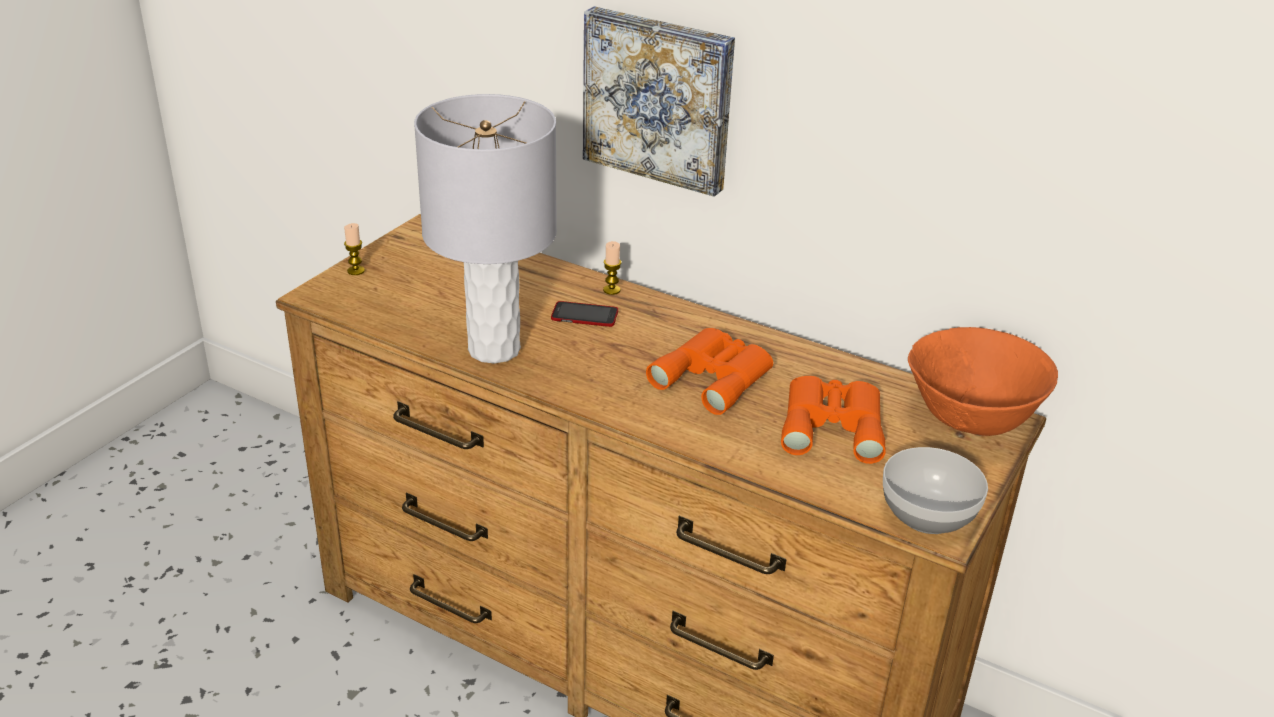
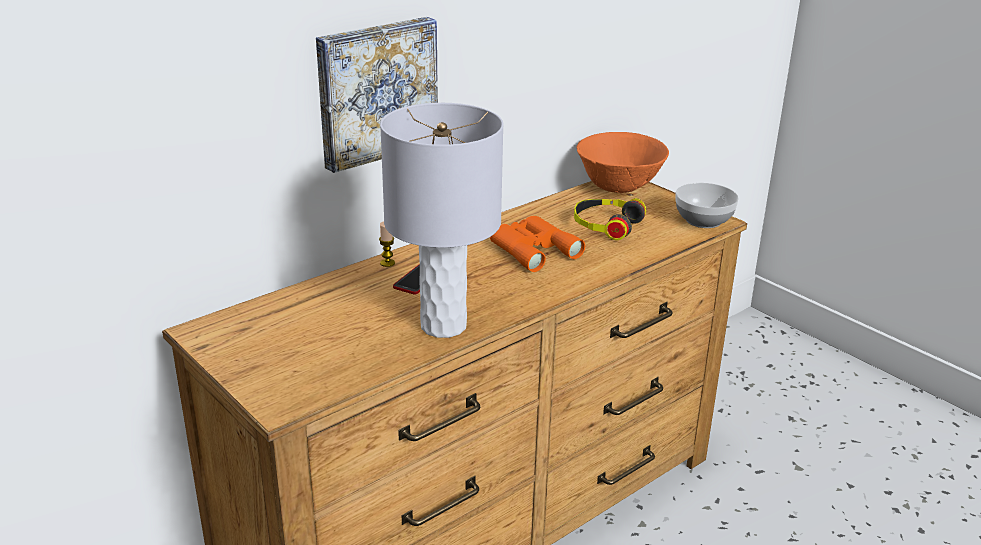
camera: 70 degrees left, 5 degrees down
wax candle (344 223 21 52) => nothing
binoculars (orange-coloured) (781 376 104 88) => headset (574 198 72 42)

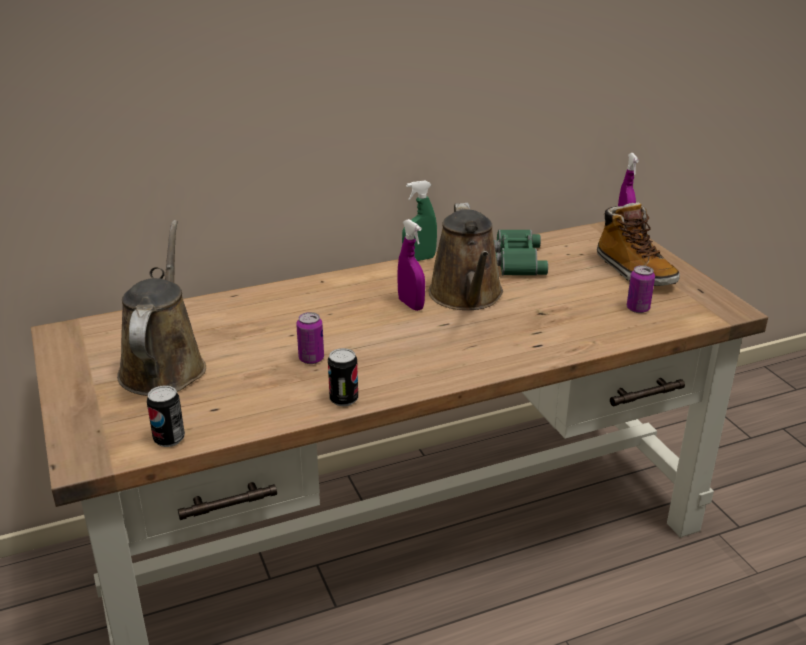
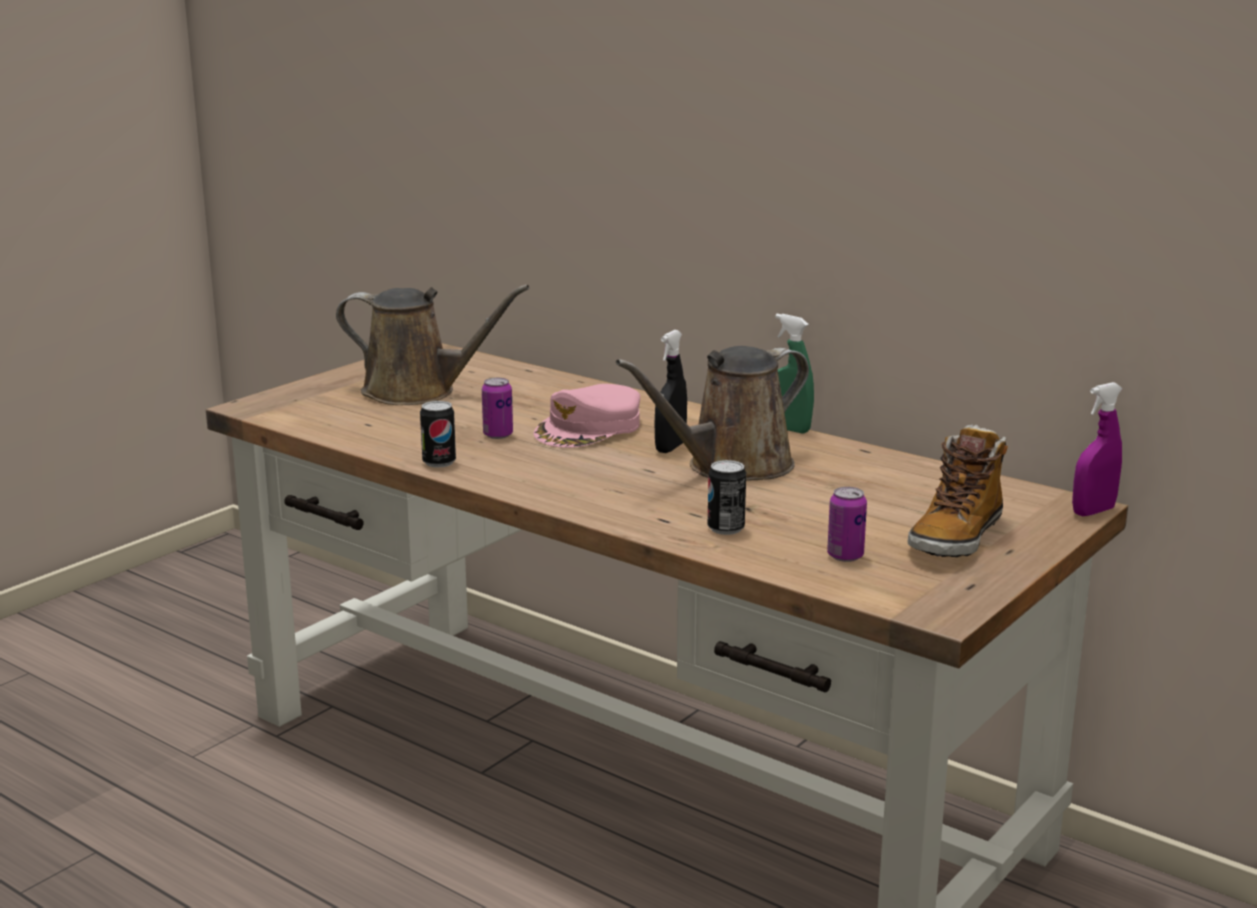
camera: 60 degrees right, 10 degrees down
watering pot (brown) (117 220 89 176) => watering pot (brown) (336 285 193 120), 45 degrees clockwise
metal can (147 385 38 62) => metal can (708 460 38 75), moved
hand sprayer (purplish) (397 219 28 92) => hand sprayer (blackish) (655 330 32 123)
binoculars (greenish) (494 230 54 46) => nothing
nothing => peaked cap (pink) (533 384 107 64)

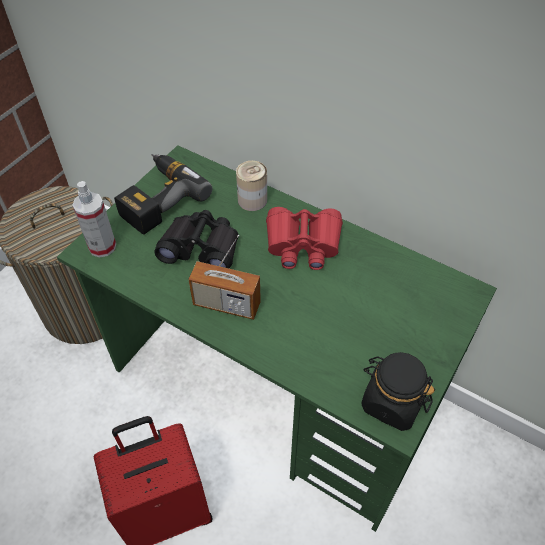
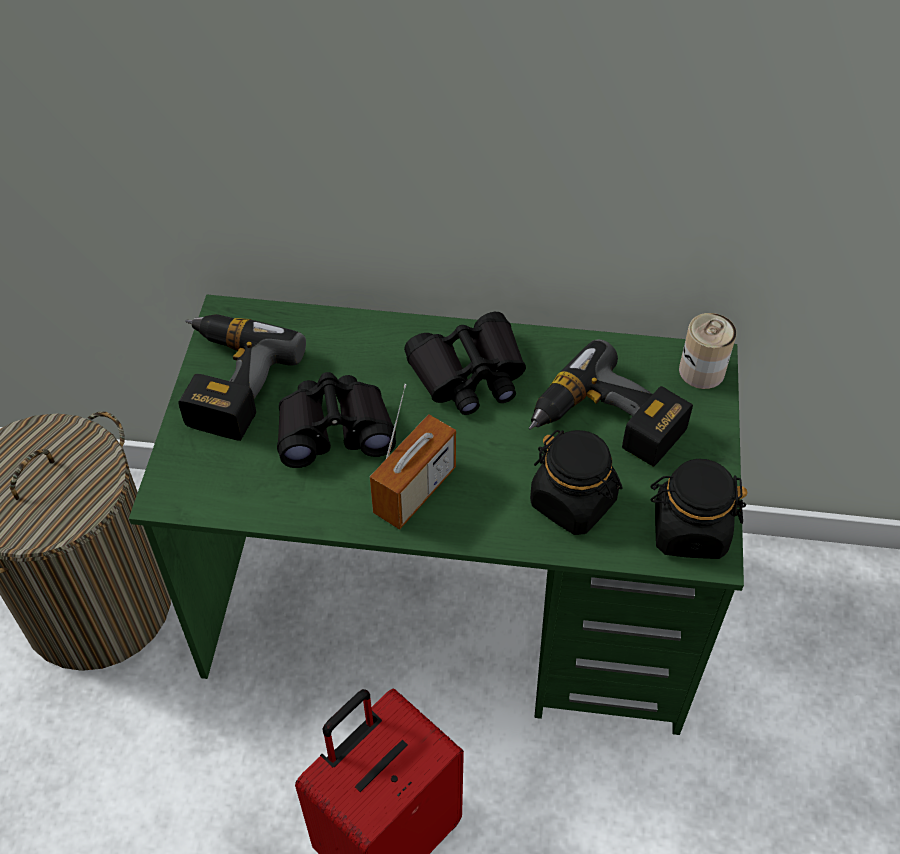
camera: 25 degrees left, 0 degrees up
hand sprayer (72 181 44 77) => nothing
radio set (188 235 73 85) => radio set (370 384 86 146), 45 degrees counterclockwise
metal can (236 161 31 50) => metal can (679 313 57 76), moved
binoculars (red-coloured) (266 207 77 63) => binoculars (blackish) (404 312 122 103)
nothing => electric drill (529 339 164 128)
nothing => storage jar (blackish) (530 430 92 105)

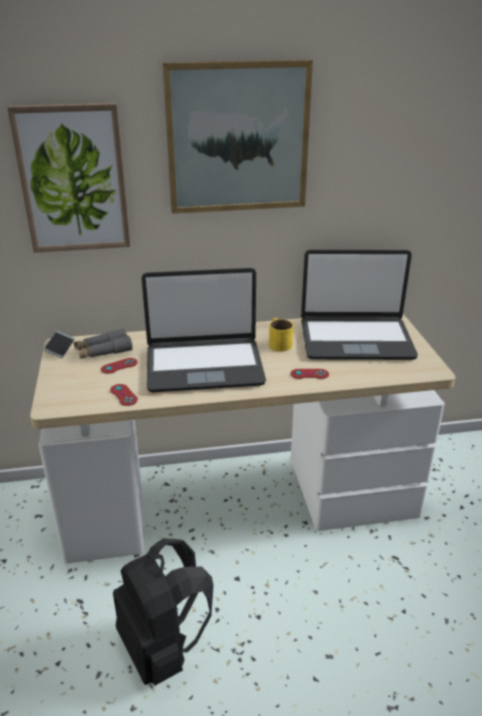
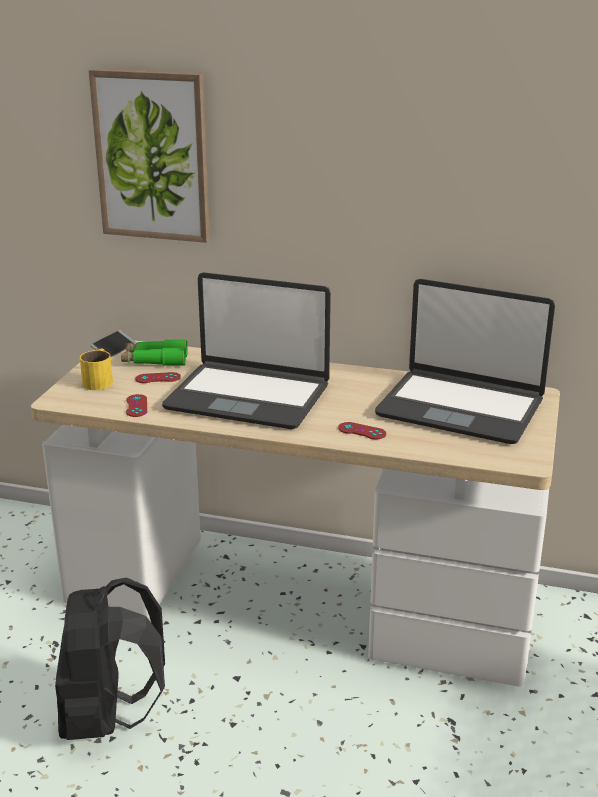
camera: 25 degrees right, 5 degrees down
binoculars (gray) (74 328 59 31) => binoculars (greenish) (121 339 67 27)
wall art (162 59 151 155) => nothing
coffee mug (yellow-coloured) (269 318 24 33) => coffee mug (yellow-coloured) (80 348 33 42), moved

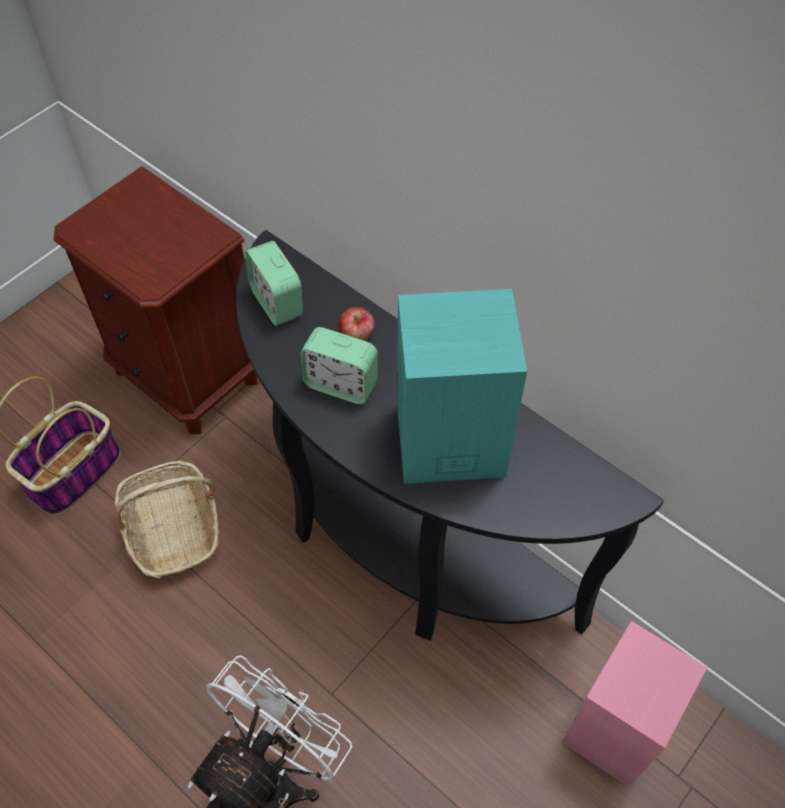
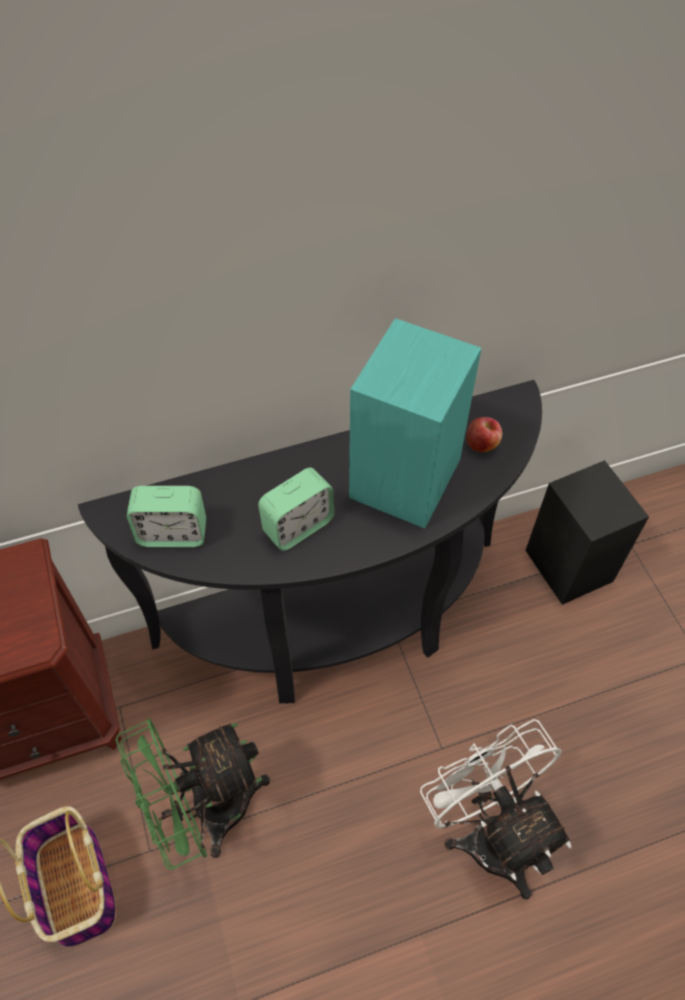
camera: 60 degrees left, 0 degrees up
storage basket (115 461 104 117) => fan (greenish) (116 718 154 152)
whole apple (338 307 37 34) => whole apple (466 417 36 35), moved
audio speaker (pink) (562 621 145 166) => audio speaker (blackish) (525 460 124 145)

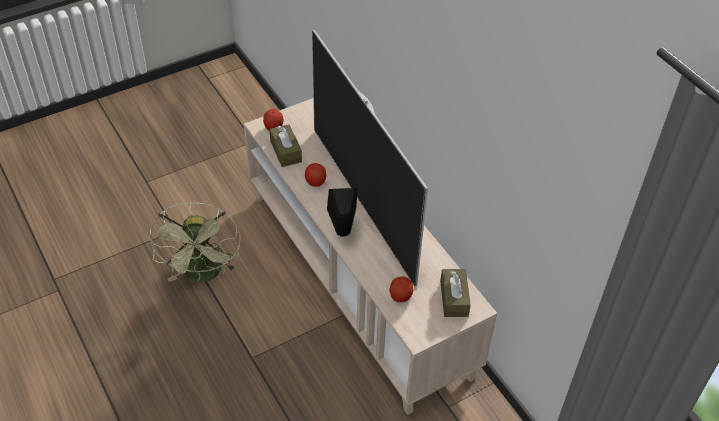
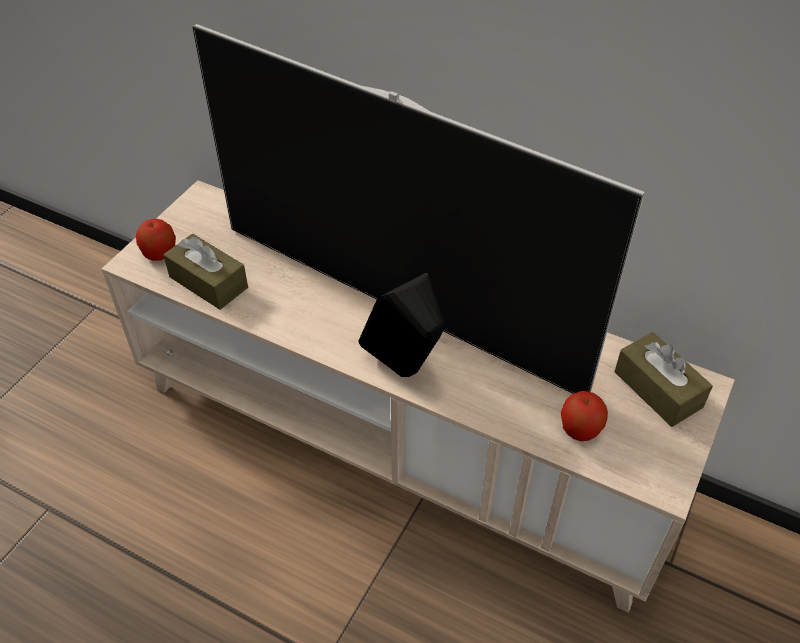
camera: 30 degrees left, 0 degrees up
fan (greenish) (149 202 92 80) => nothing
whole apple (305 163 21 24) => nothing

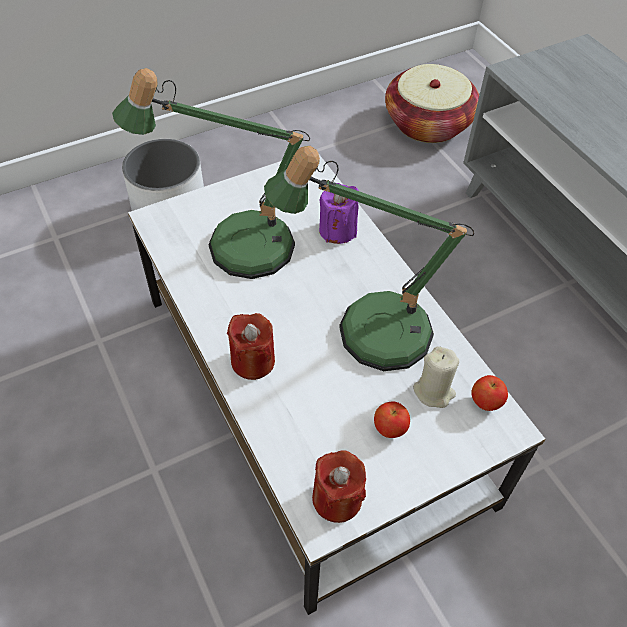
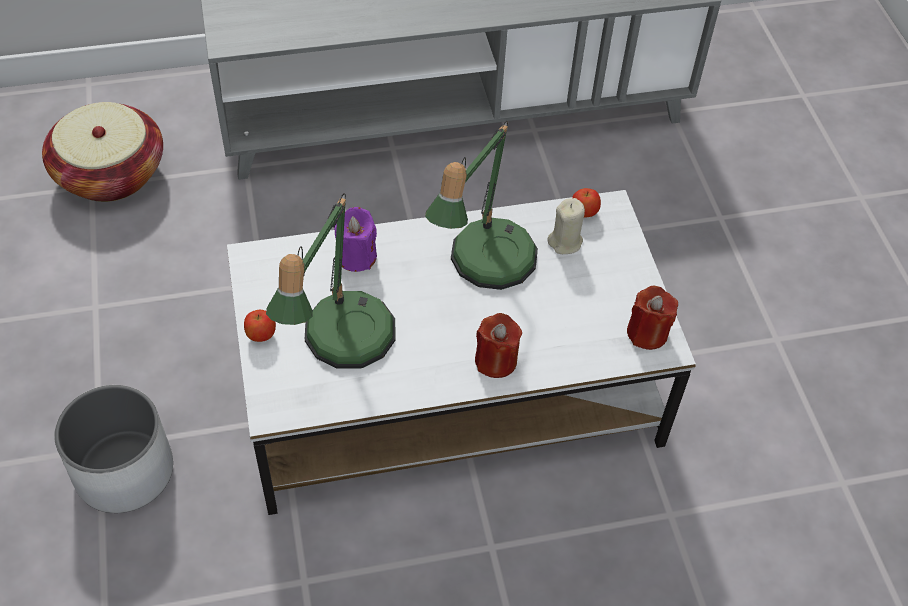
camera: 75 degrees left, 0 degrees up
whole apple (374 401 36 37) => whole apple (244 310 32 32), moved

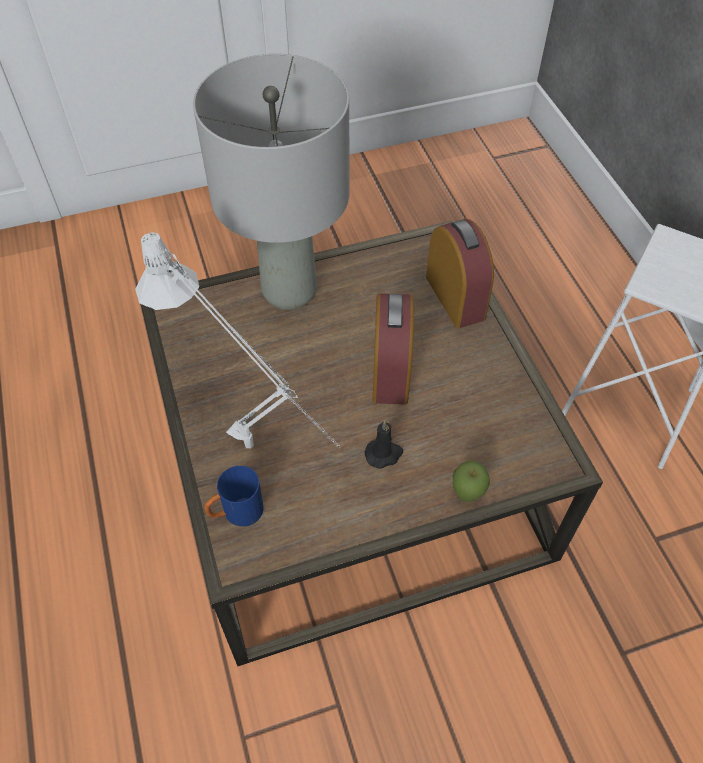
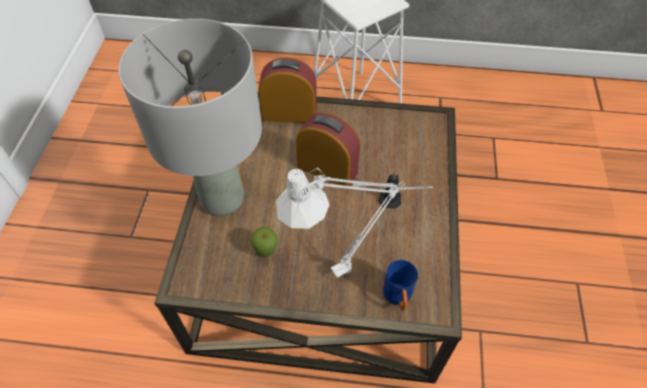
camera: 65 degrees left, 0 degrees up
whole apple (453 461 37 41) => whole apple (251 227 27 30), moved

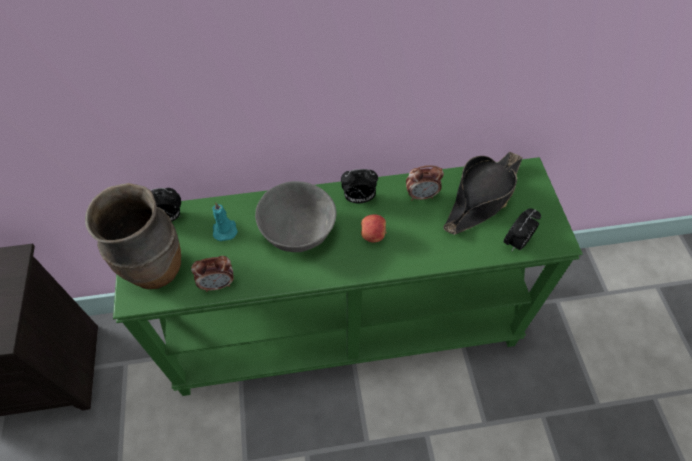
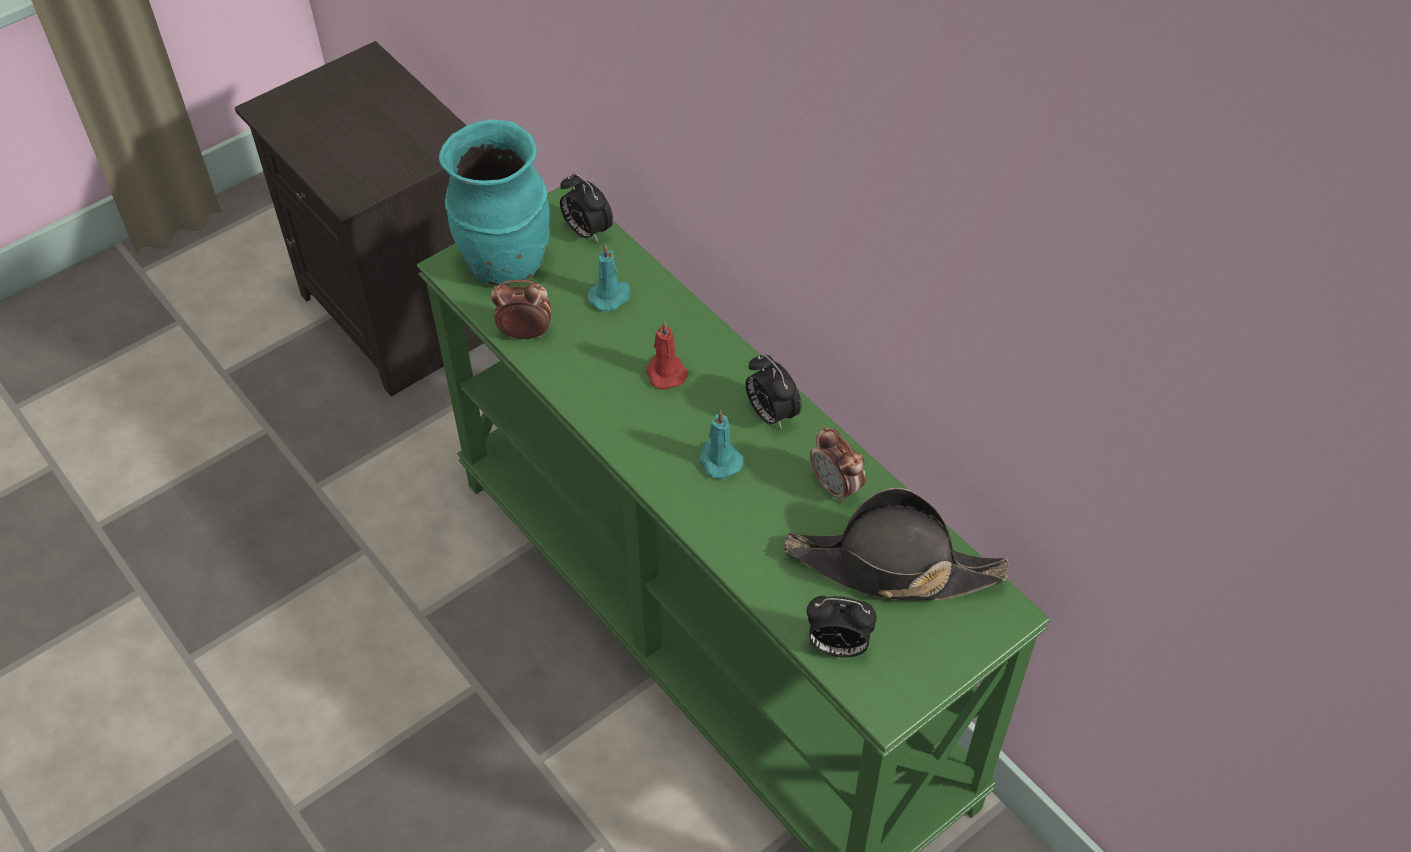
camera: 60 degrees right, 5 degrees down
flower vase (brown) (85 183 96 106) => flower vase (blue-green) (439 119 111 167)
bedside clock (191 256 43 36) => bedside clock (491 280 60 59), 135 degrees clockwise
serving bowl (gray) (255 181 81 71) => wax candle (red-coloured) (646 321 42 69)
whole apple (361 214 26 28) => wax candle (blue-green) (698 410 45 69)

